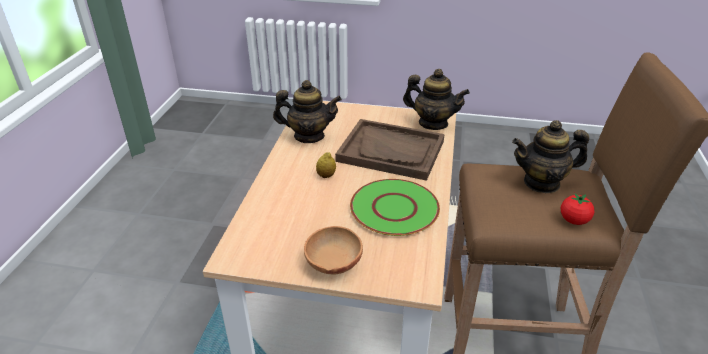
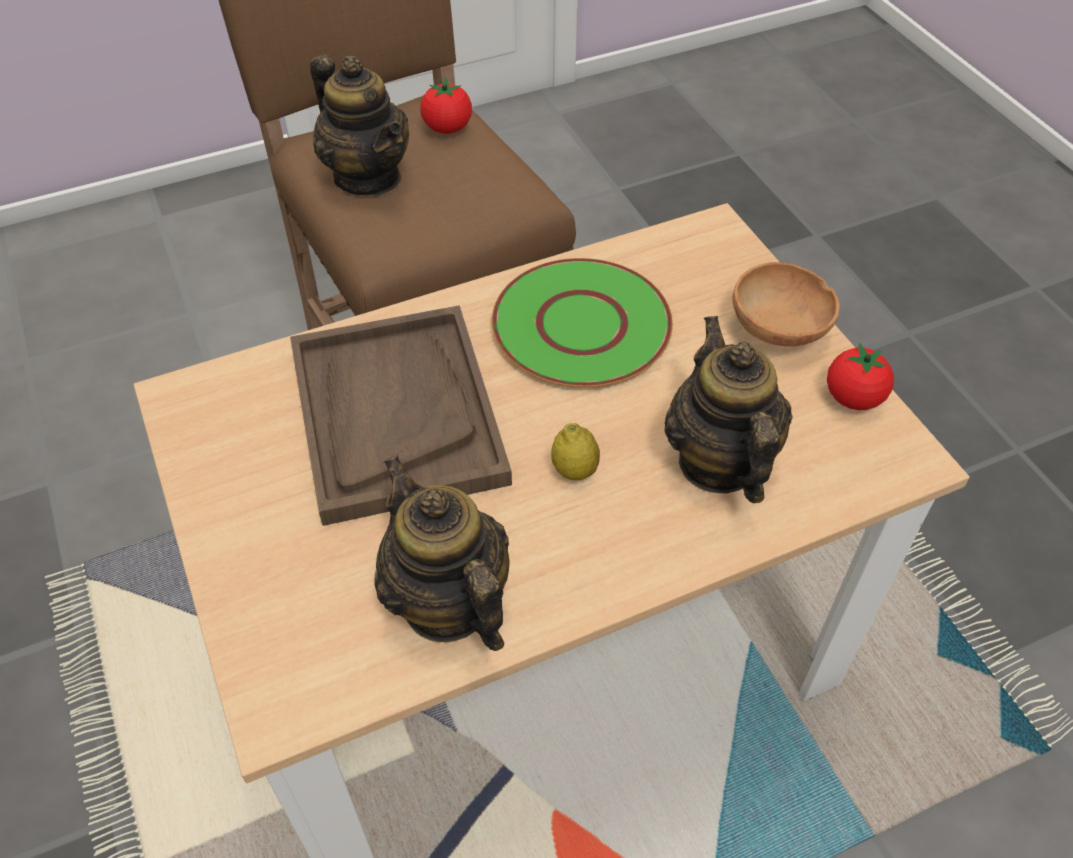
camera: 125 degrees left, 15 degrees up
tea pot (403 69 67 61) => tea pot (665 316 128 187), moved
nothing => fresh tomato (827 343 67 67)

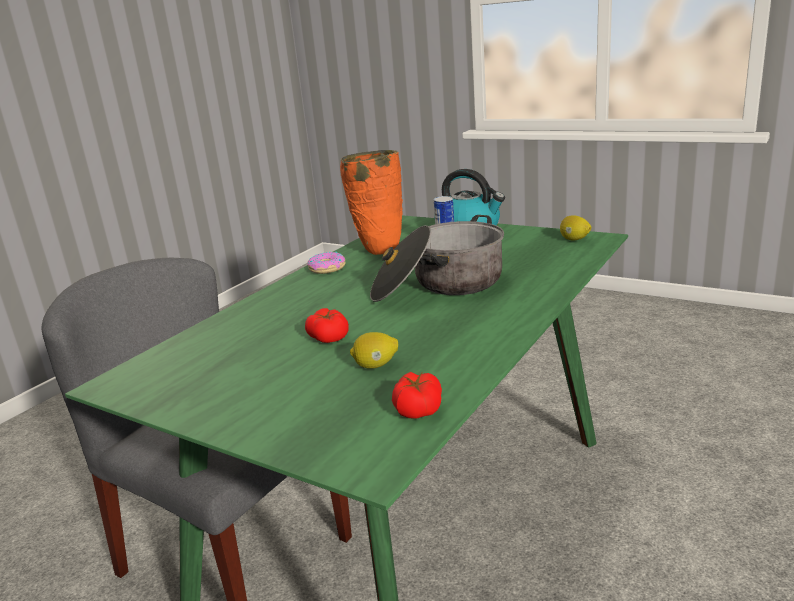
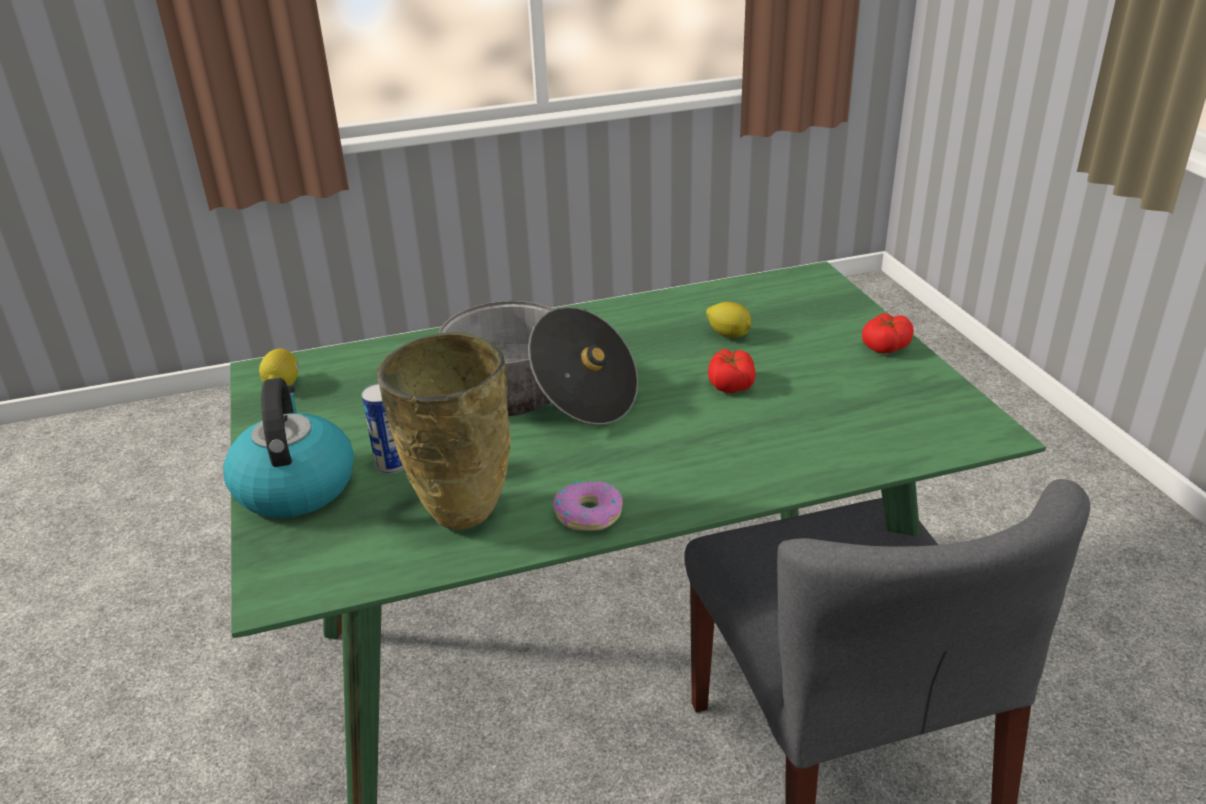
camera: 140 degrees left, 10 degrees up
flower vase (orange-coloured) (340 150 63 105) => flower vase (beige) (377 332 134 198)
fresh tomato (392 372 50 47) => fresh tomato (862 313 52 41), moved

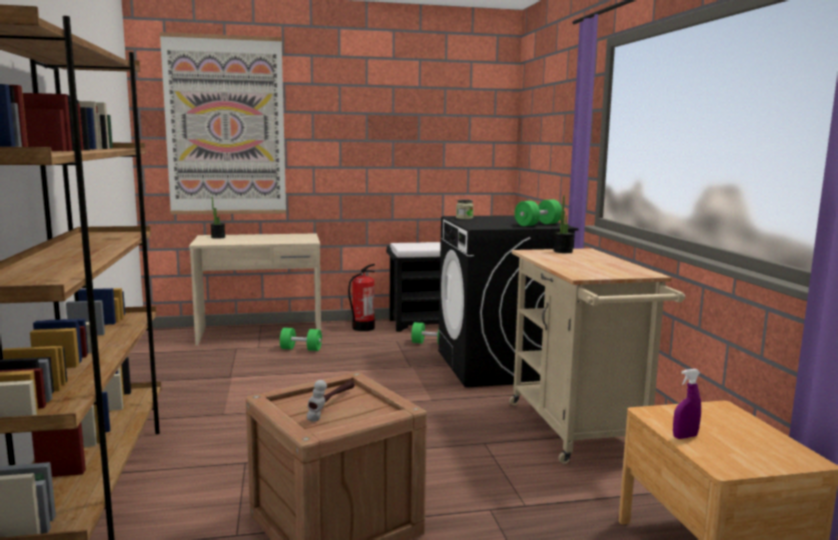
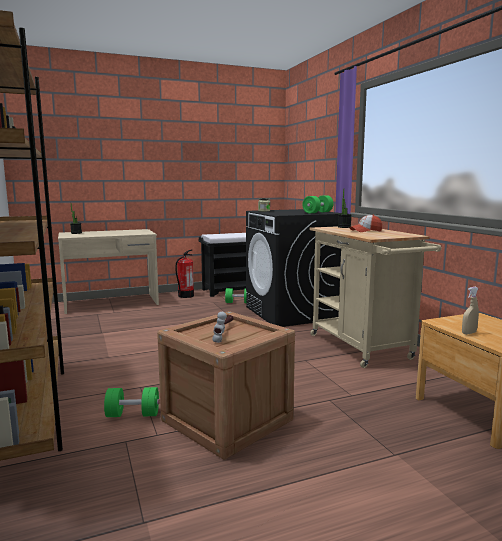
camera: 10 degrees left, 0 degrees up
wall art (160 32 126 183) => nothing
free weight (greenish) (280 328 42 23) => free weight (greenish) (104 387 55 30), moved
hand sprayer (purplish) (673 369 28 70) => hand sprayer (beige) (462 287 17 48)
nothing => peaked cap (350 215 32 17)

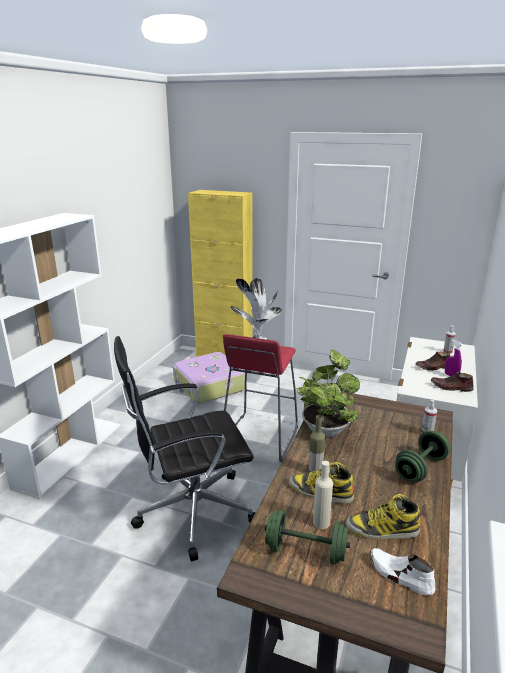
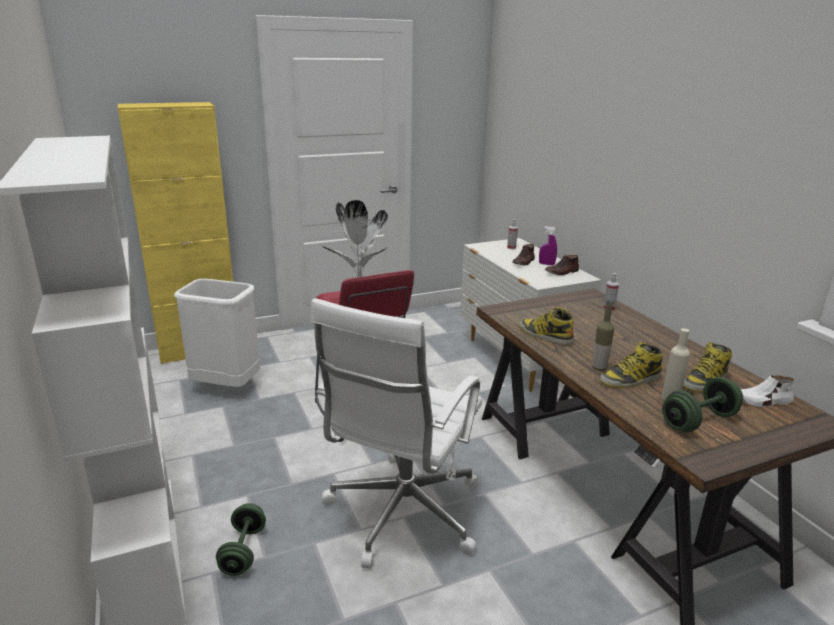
camera: 45 degrees left, 0 degrees up
office chair (blackish) (114 336 142 225) => office chair (white-coloured) (311 298 171 271)
piece of luggage (173 352 72 52) => waste bin (white-coloured) (174 279 86 108)
potted plant (296 350 64 88) => boot (519 307 55 38)
free weight (greenish) (395 431 54 51) => free weight (greenish) (216 503 50 73), moved

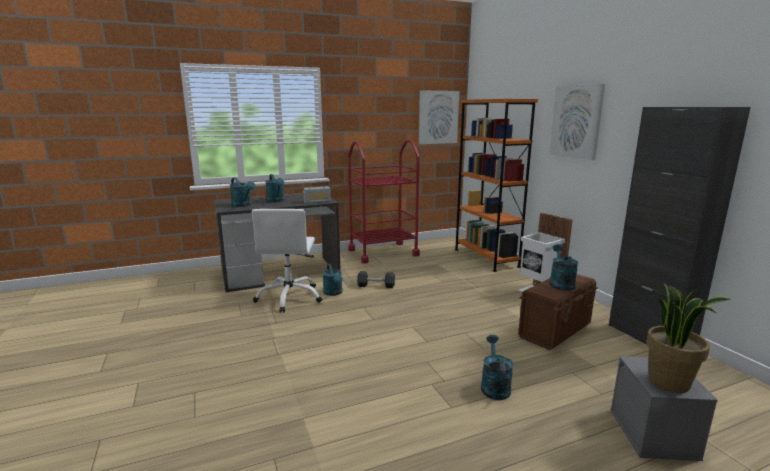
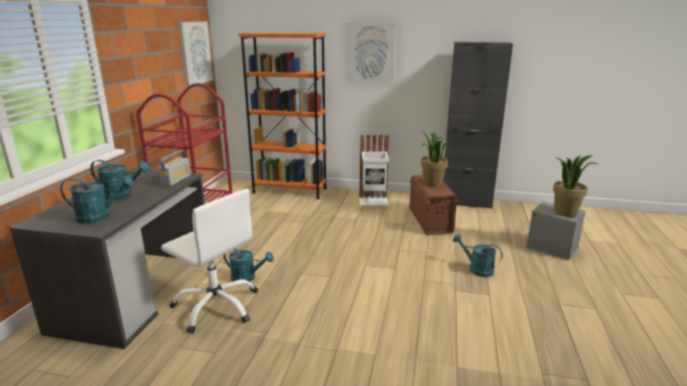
camera: 55 degrees left, 5 degrees up
free weight (blackish) (357 271 38 17) => nothing
watering pot (blue-green) (550 244 29 47) => potted plant (421 131 27 56)

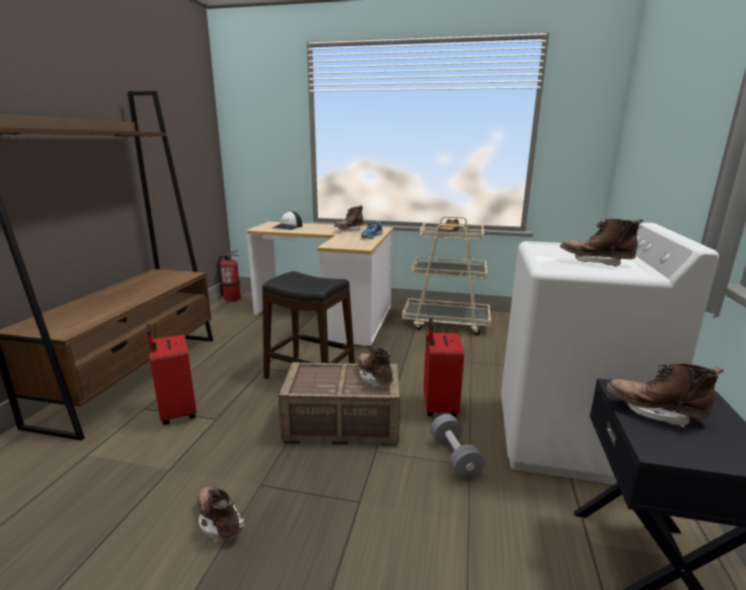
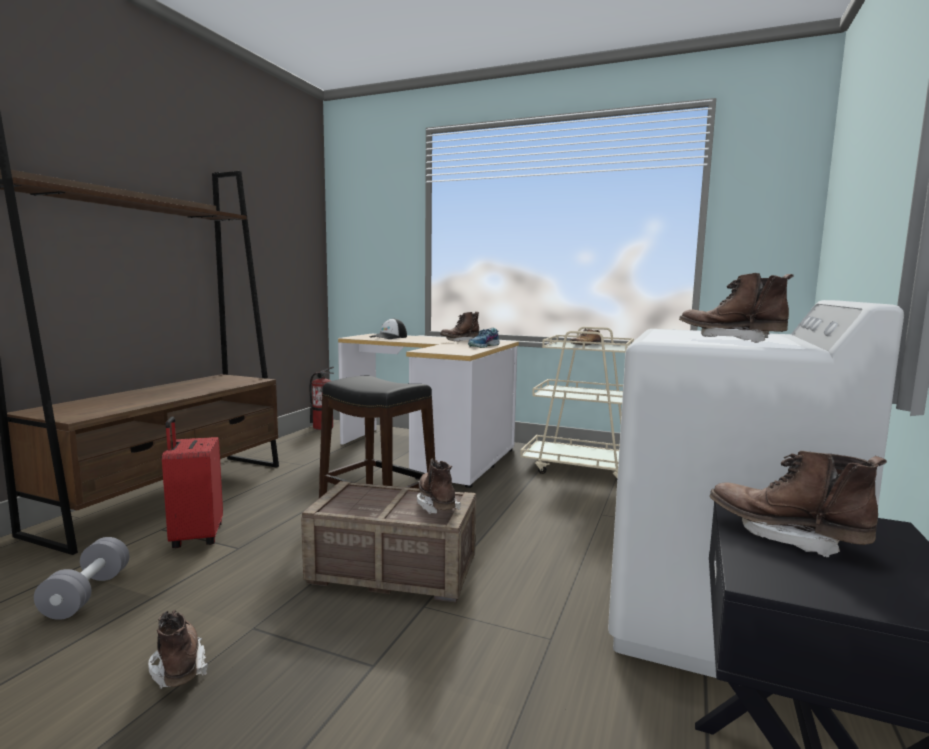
camera: 10 degrees right, 10 degrees down
piece of luggage (red-coloured) (424 318 40 99) => nothing
free weight (gray) (430 414 55 66) => free weight (gray) (34 537 95 83), moved

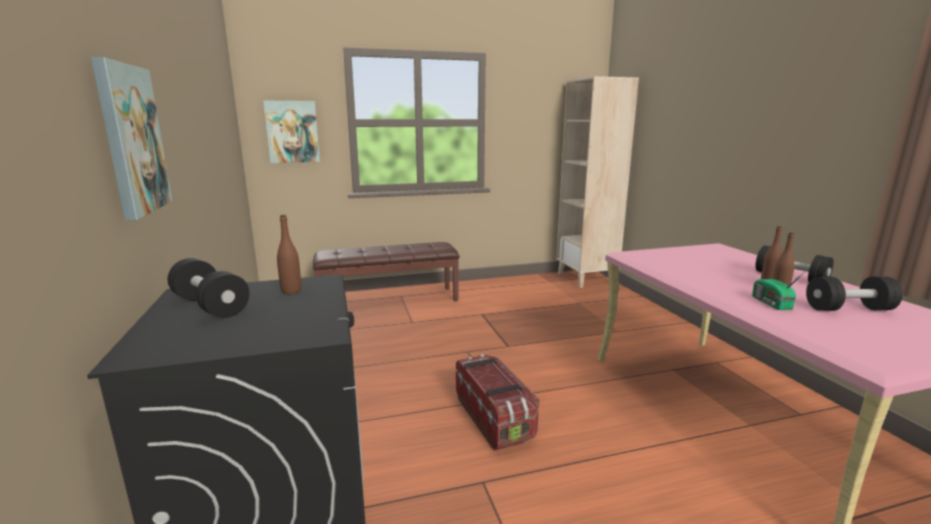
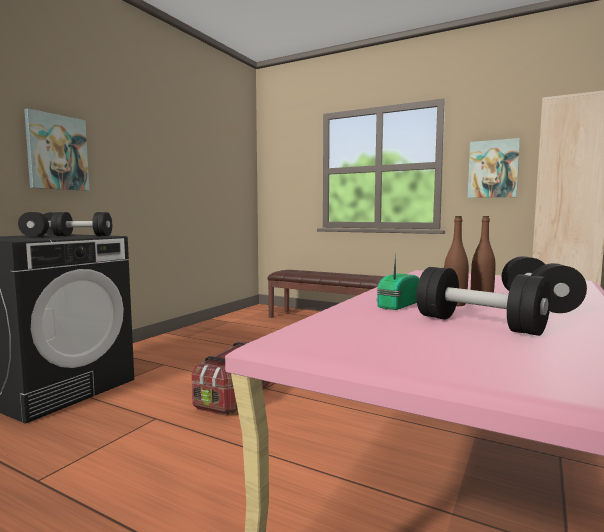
camera: 45 degrees right, 10 degrees down
wall art (263 101 57 62) => wall art (468 138 52 60), moved
drink bottle (brown) (277 215 24 79) => free weight (blackish) (51 212 61 24)

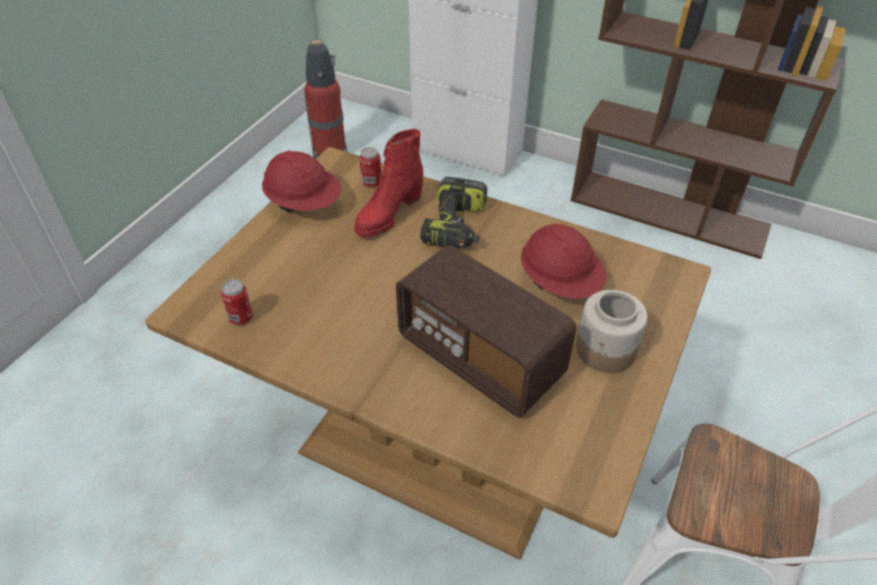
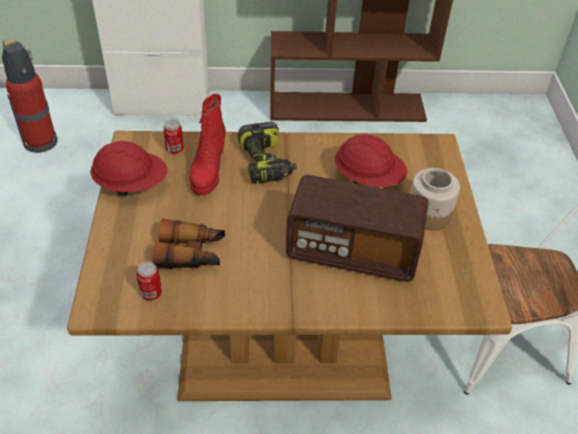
camera: 30 degrees left, 0 degrees up
nothing => binoculars (152 218 73 51)

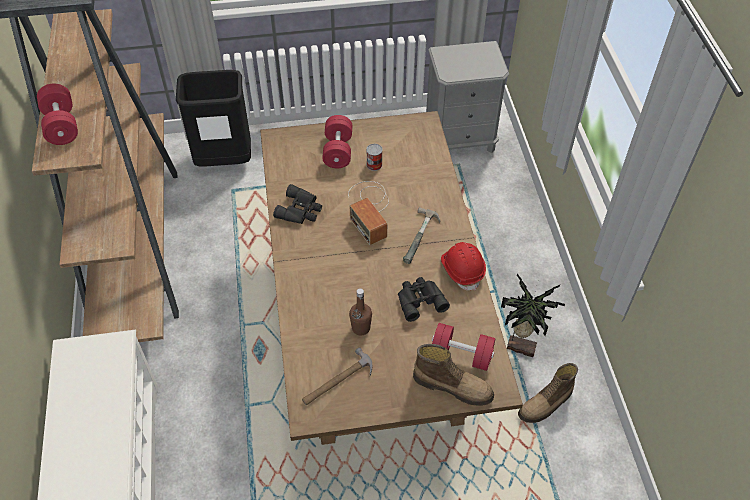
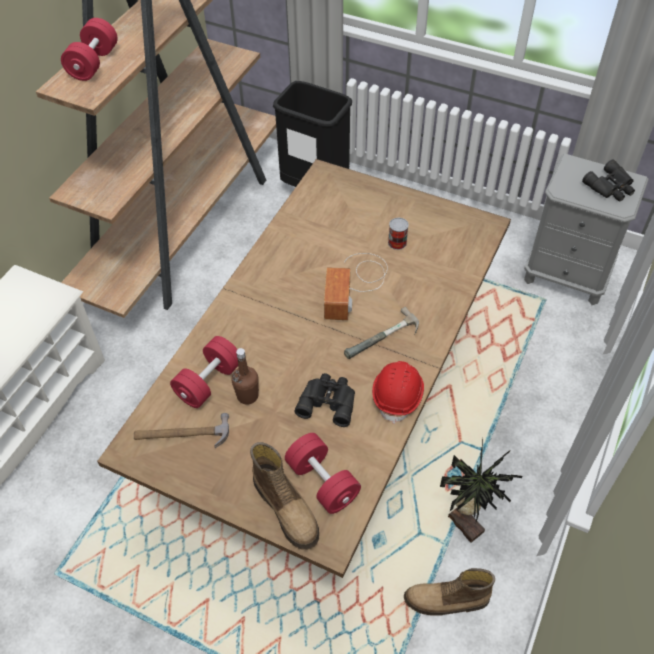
camera: 35 degrees right, 0 degrees up
binoculars (blackish) (273 184 49 40) => binoculars (blackish) (582 159 53 42), moved
free weight (red-coloured) (322 115 30 54) => free weight (red-coloured) (170 336 68 72), moved

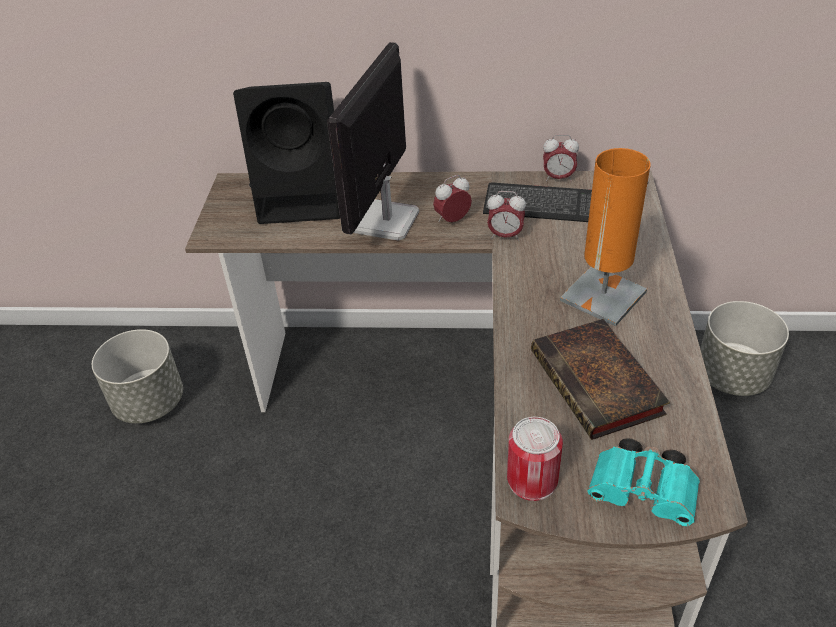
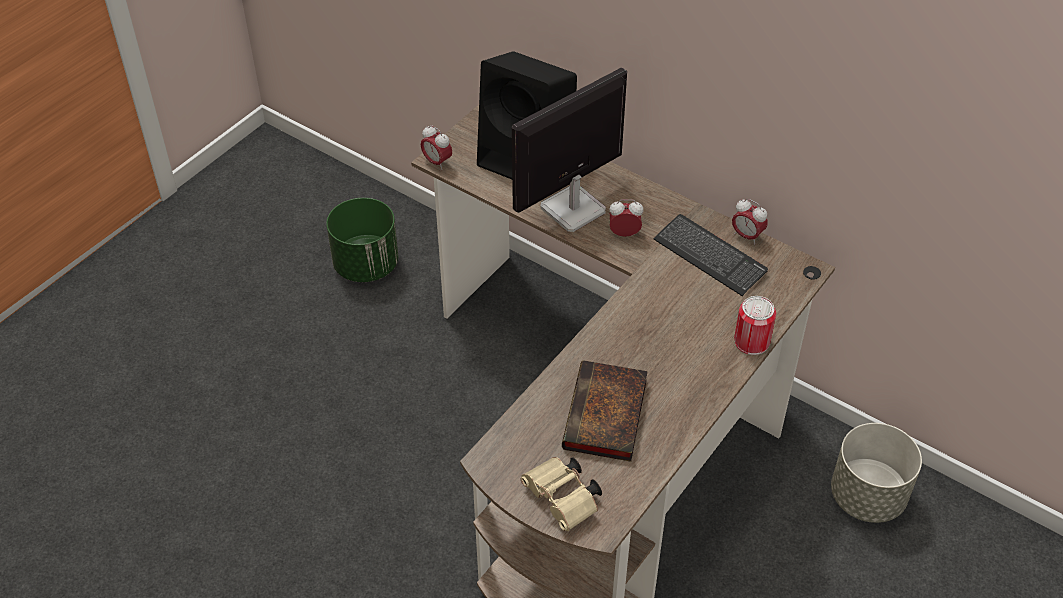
camera: 30 degrees right, 5 degrees up
flower pot (gray) (92 329 91 95) => flower pot (greenish) (326 198 72 84)
bedside clock (487 191 39 50) => bedside clock (421 125 31 45), moved
metal can (507 417 56 84) => metal can (734 296 42 59), moved
lamp for a table (orange-coloured) (560 148 91 179) => nothing
binoculars (blue-green) (587 438 113 88) => binoculars (beige) (521 457 81 74)

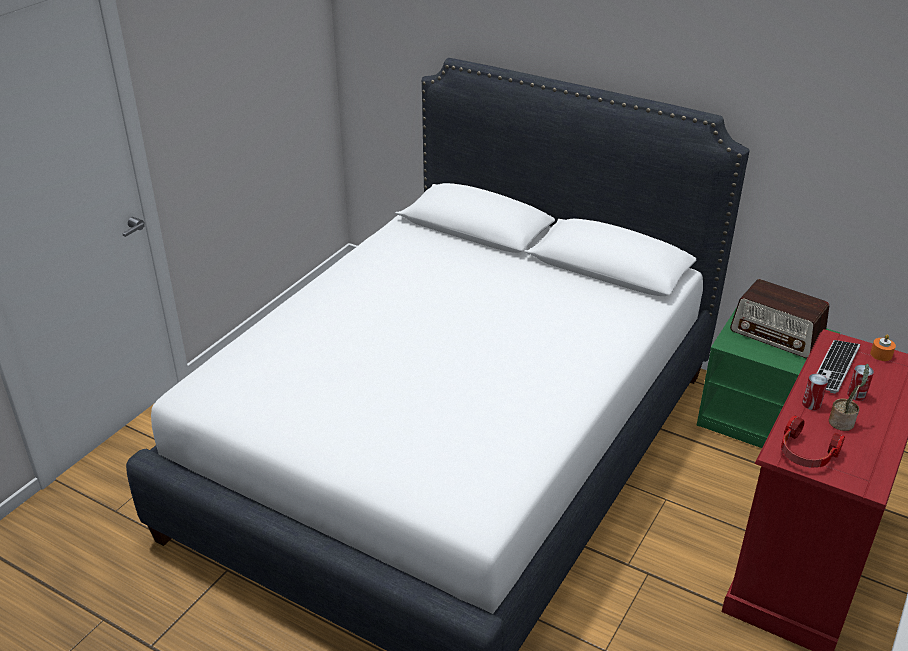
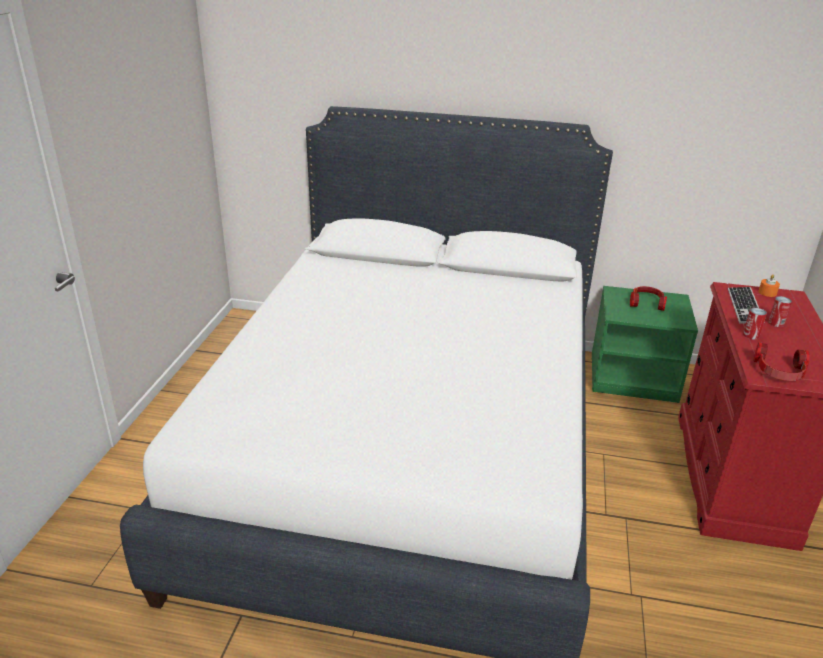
camera: 20 degrees left, 5 degrees down
radio set (730 279 99 79) => headset (630 286 37 25)
potted plant (829 364 40 67) => nothing

